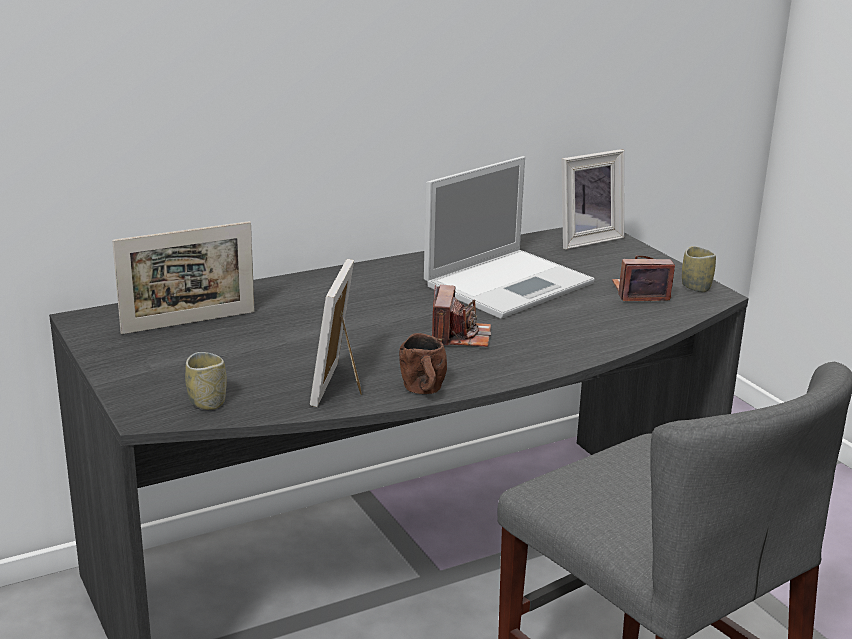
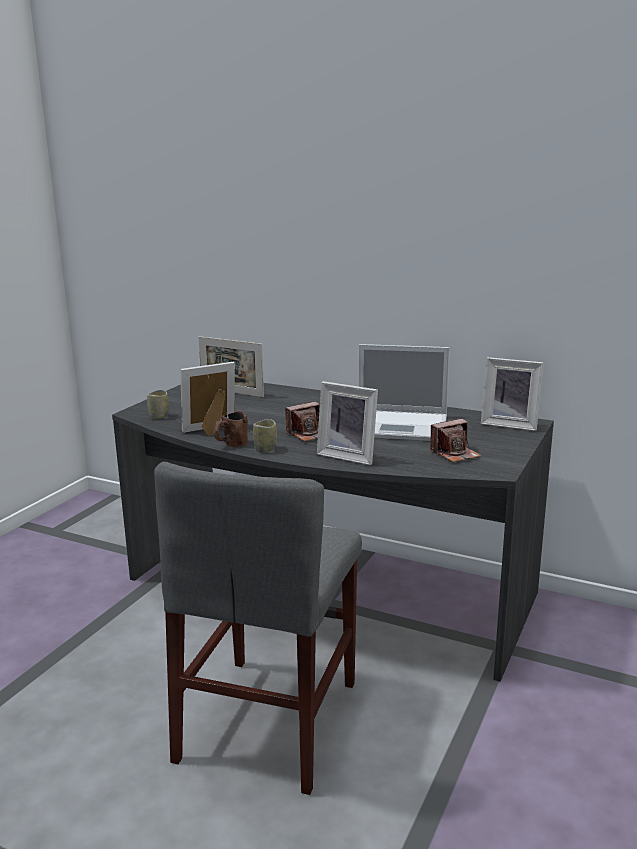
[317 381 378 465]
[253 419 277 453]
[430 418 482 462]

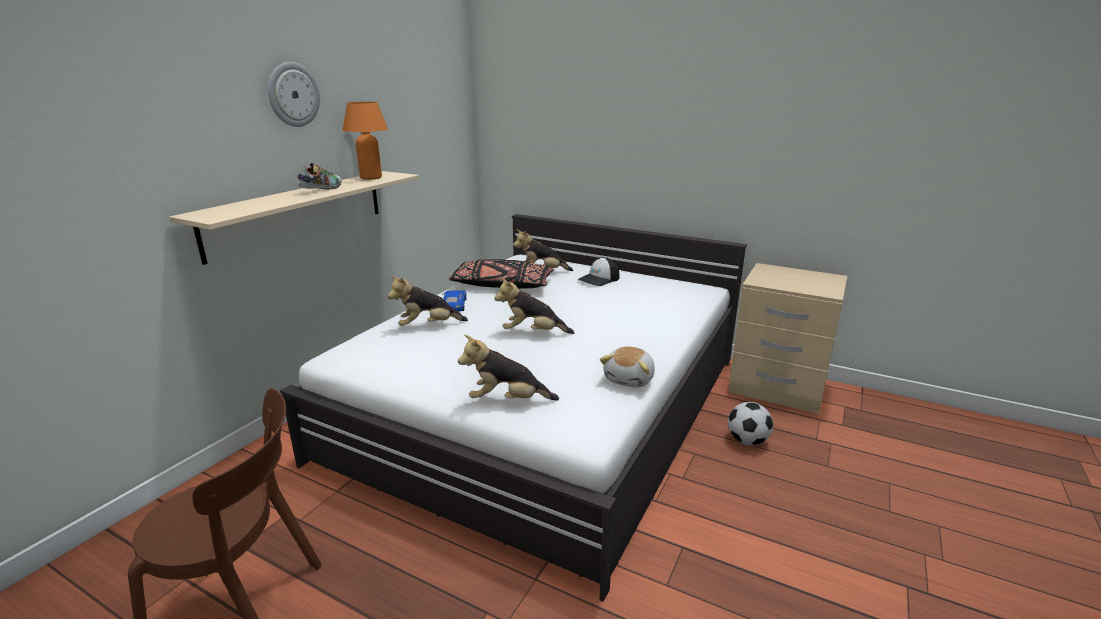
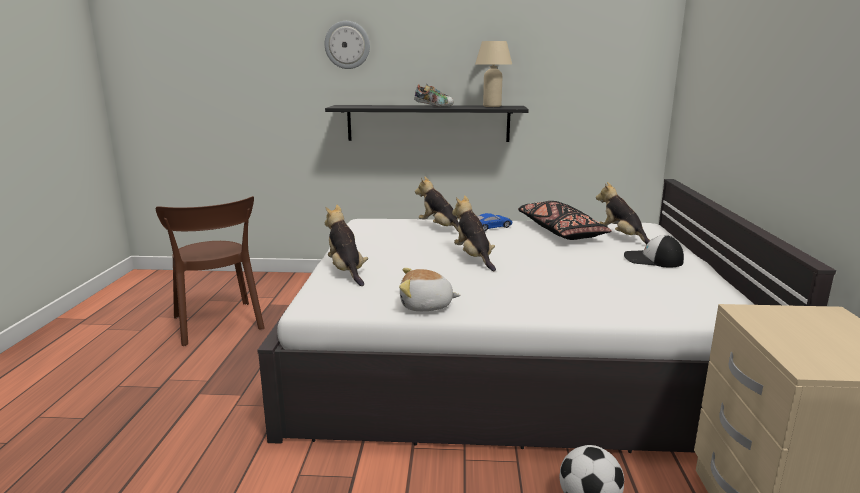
[325 21 370 69]
[325 105 529 142]
[475 41 512 107]

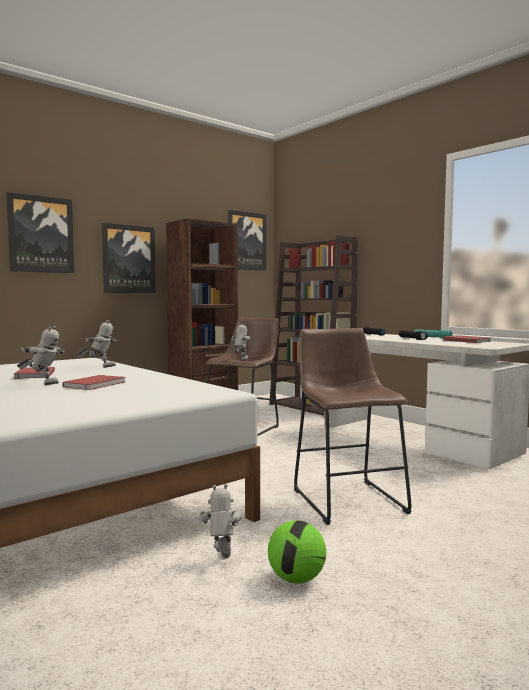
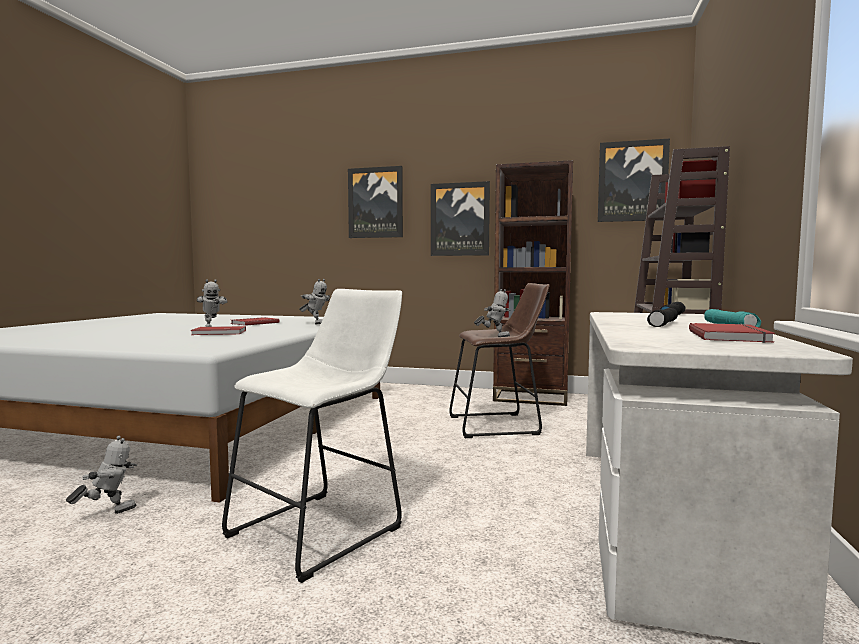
[268 520 326 584] (first image)
[222 289 402 583]

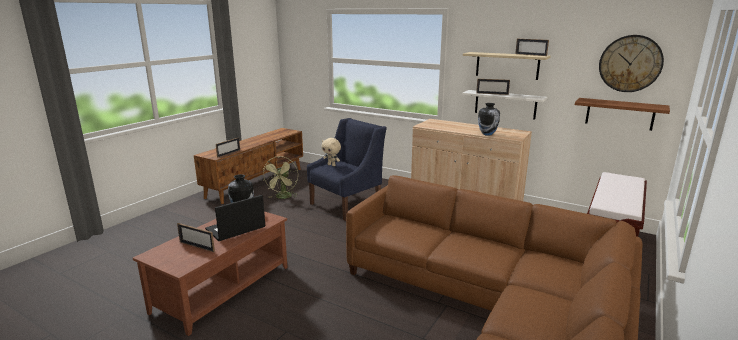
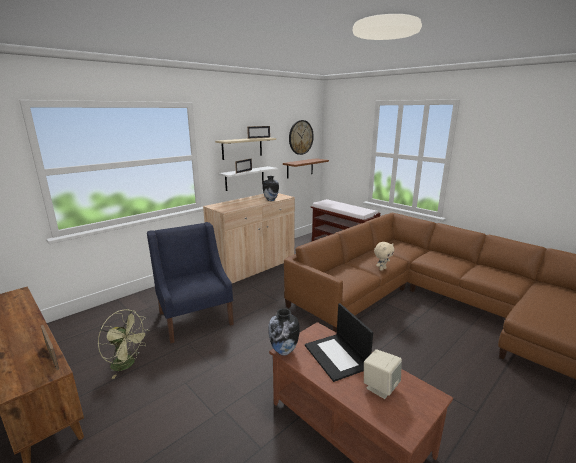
[374 242 394 271]
[364 349 402 399]

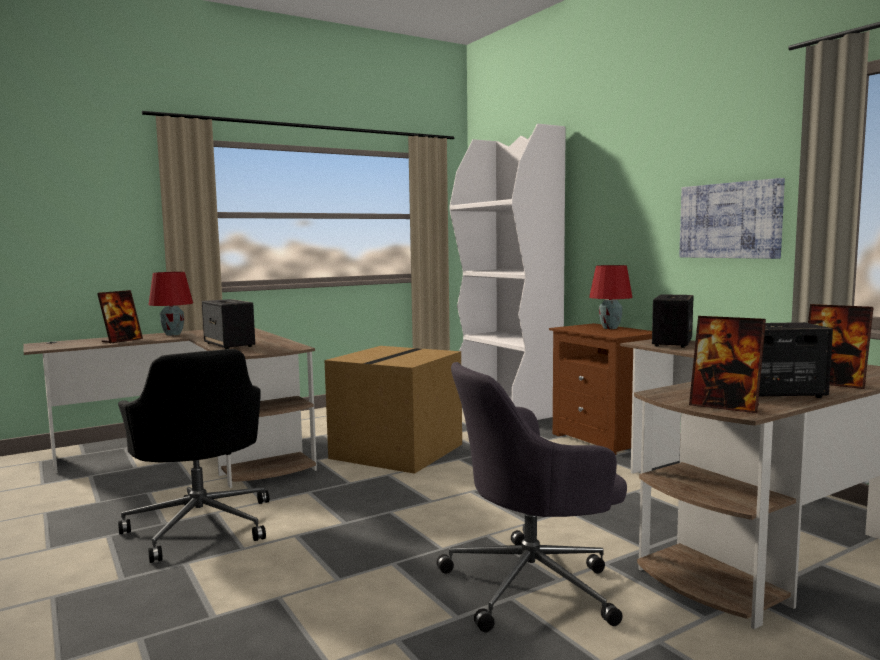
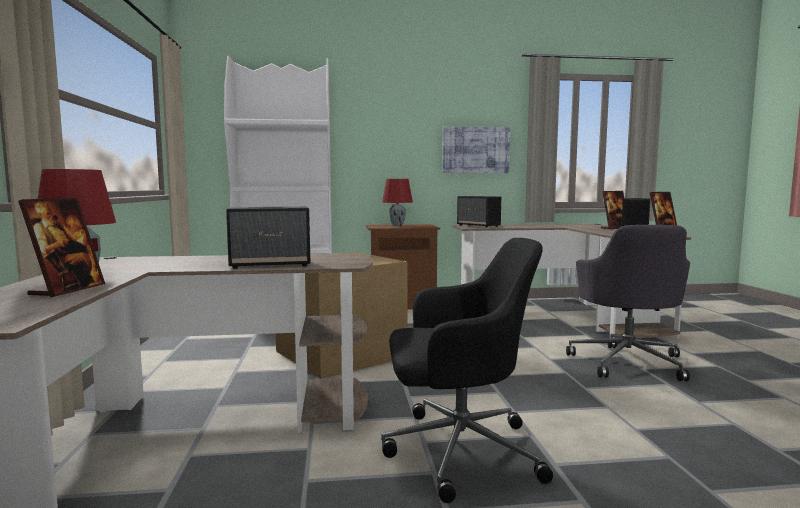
[18 198 105 298]

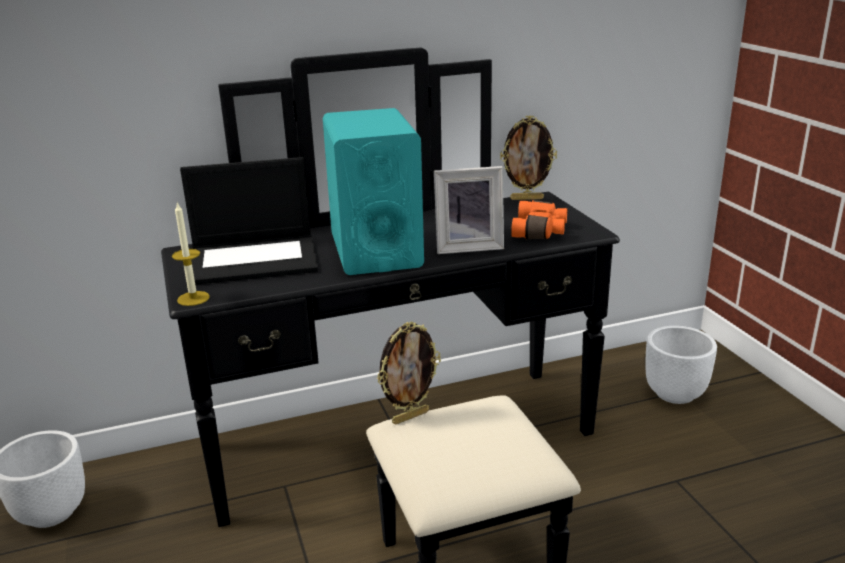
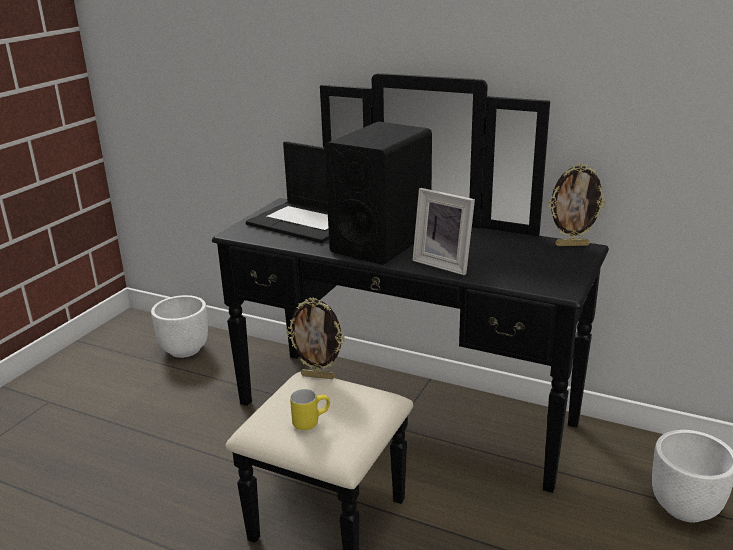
[172 202 210 306] (first image)
[511 200 567 239] (first image)
[290 389 330 430]
[324 121 432 265]
[548 163 606 246]

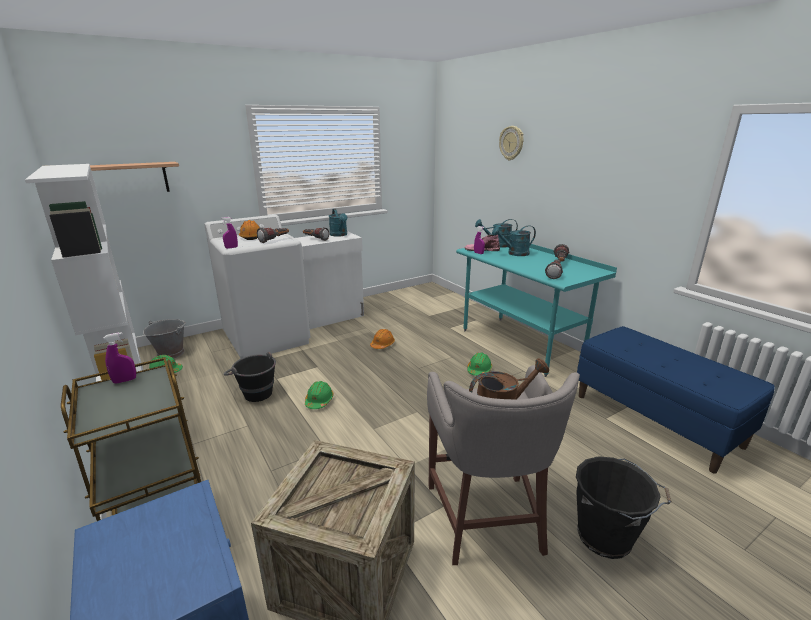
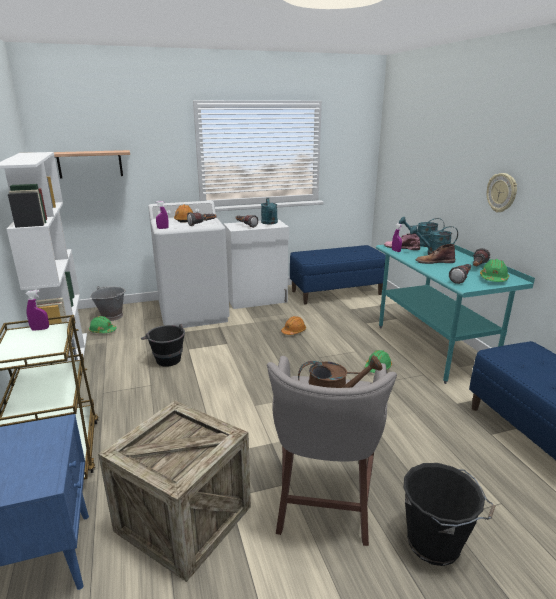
[290 245 386 305]
[416 244 455 264]
[480 259 509 282]
[487 173 517 213]

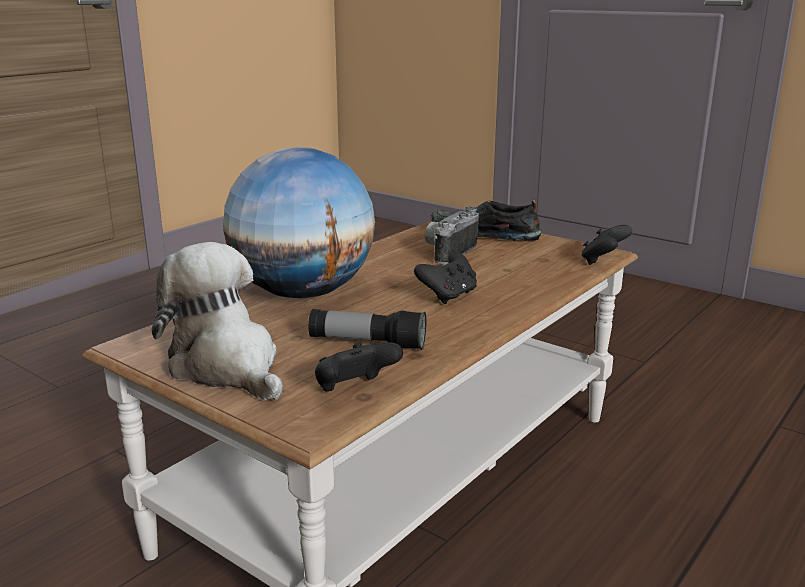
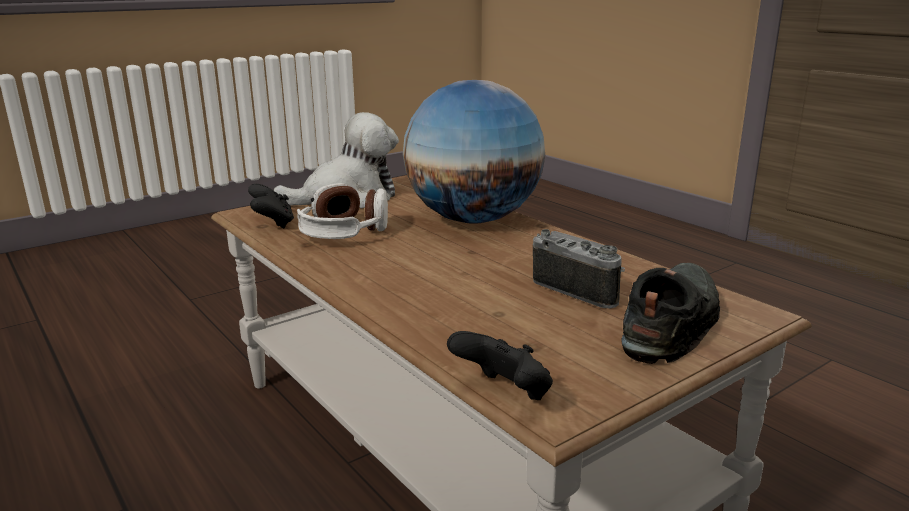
[414 251 477 304] (first image)
[297 183 388 239]

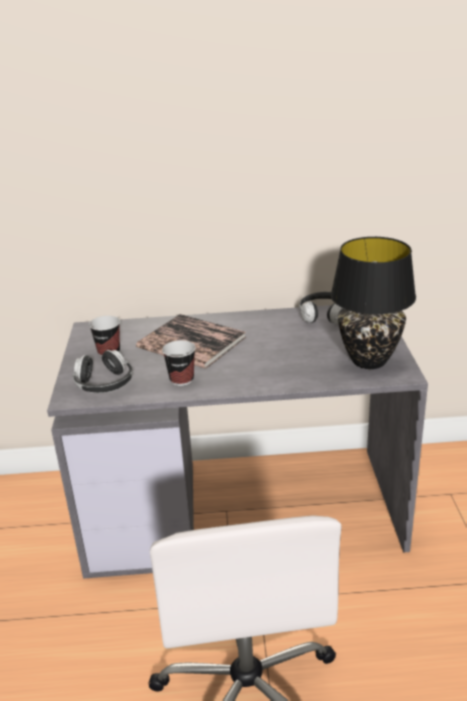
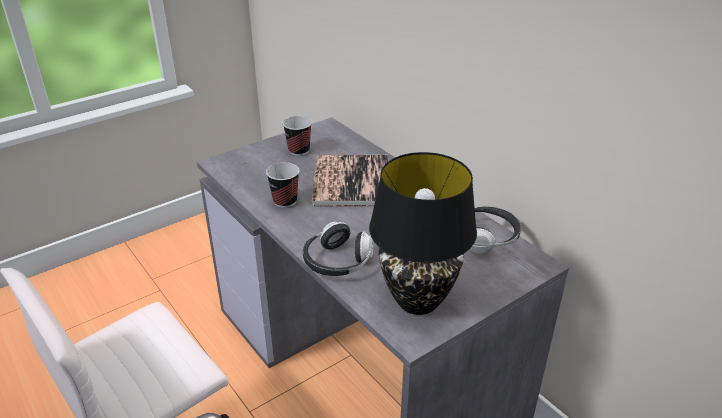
[303 222 373 276]

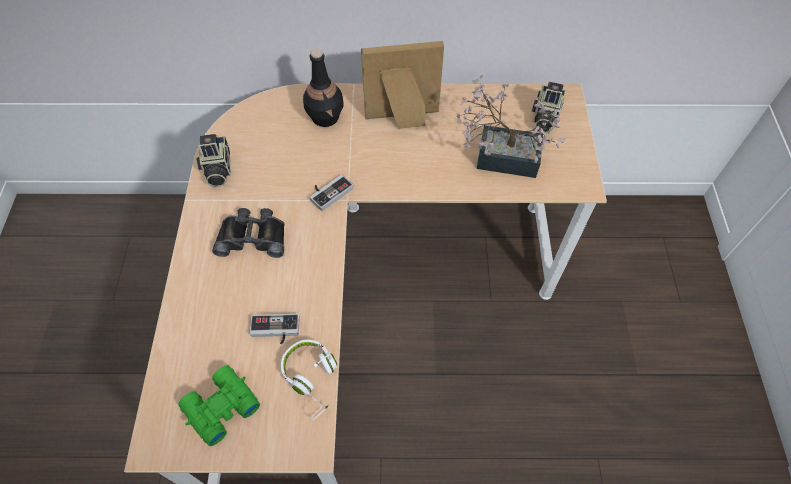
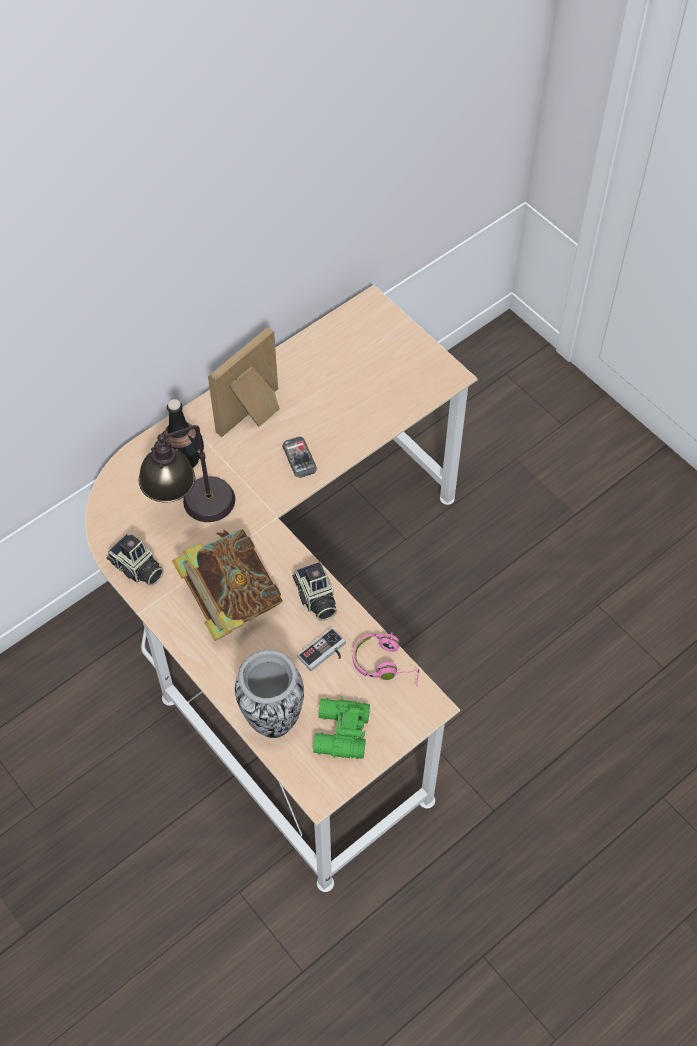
[310 174 354 211] (first image)
[457 75 565 178] (first image)
[139 425 235 522]
[235 650 304 738]
[282 437 317 478]
[292 562 337 621]
[172 529 283 641]
[353 632 419 687]

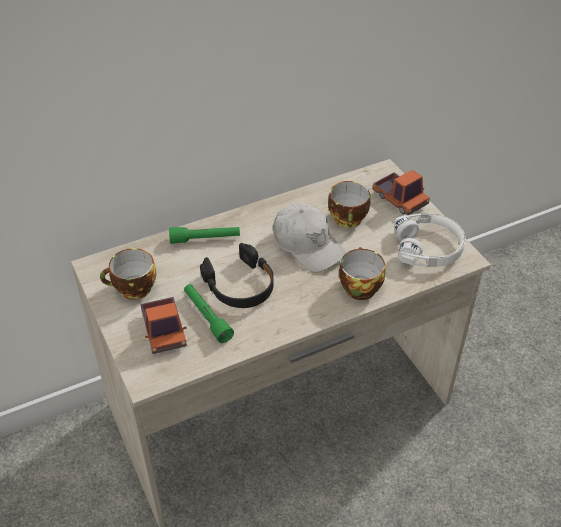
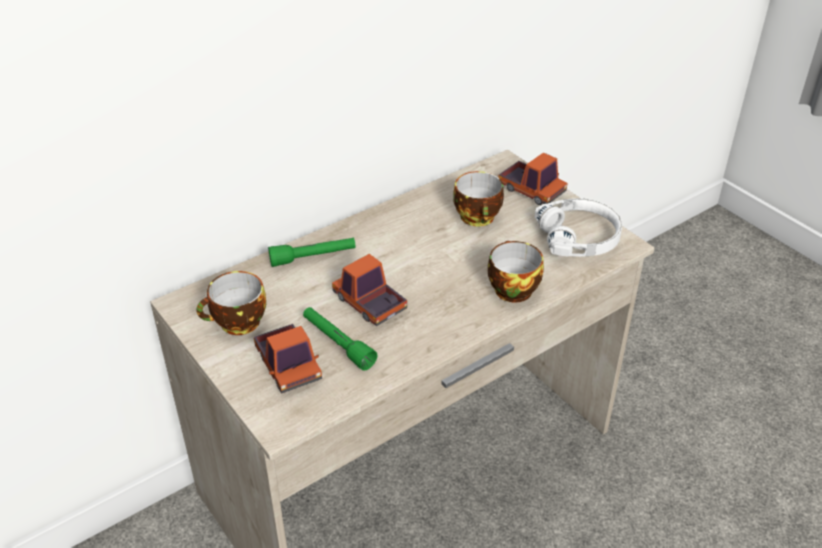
[273 204 346 273] (first image)
[332 254 407 326]

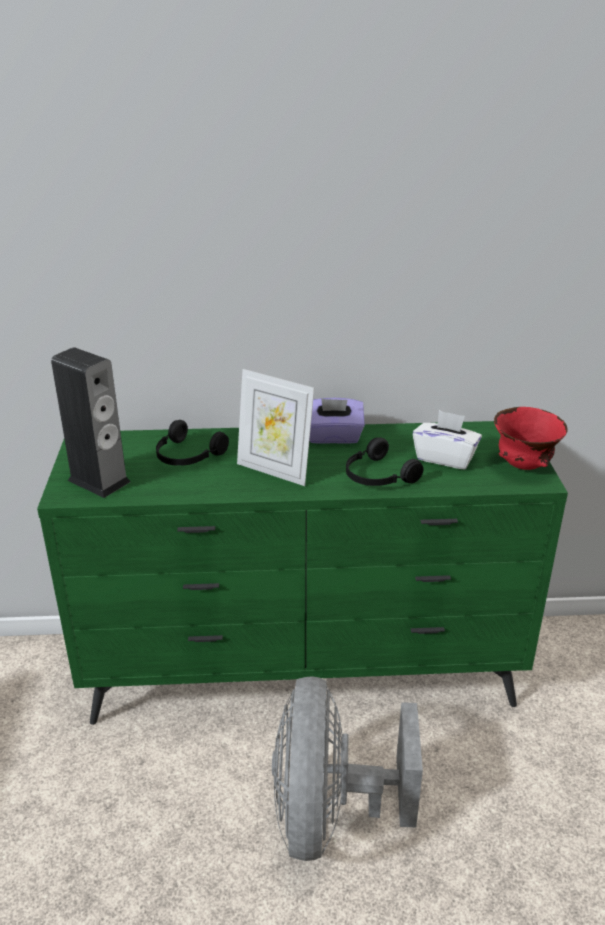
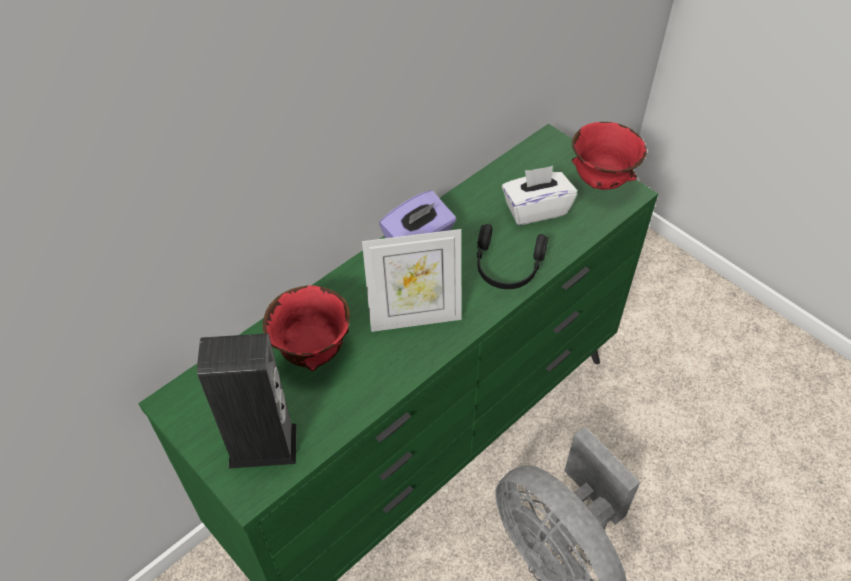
[263 285 350 371]

